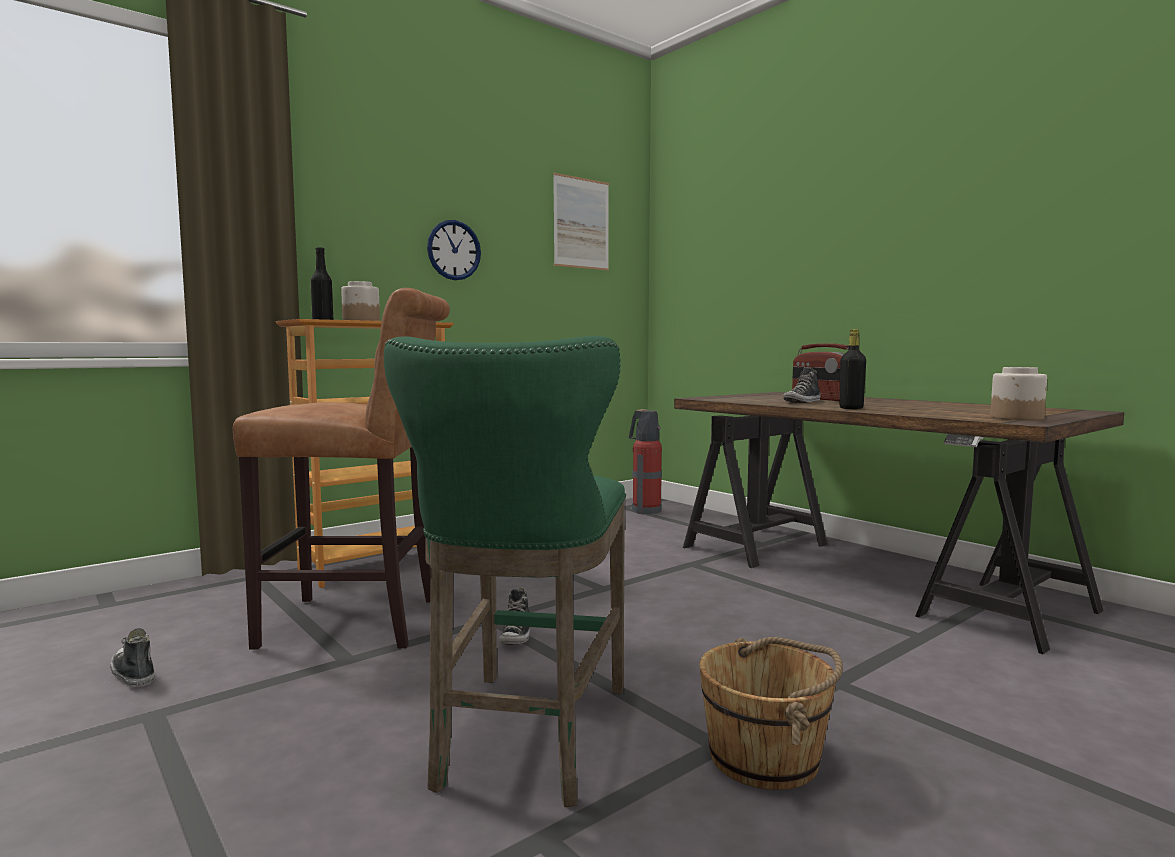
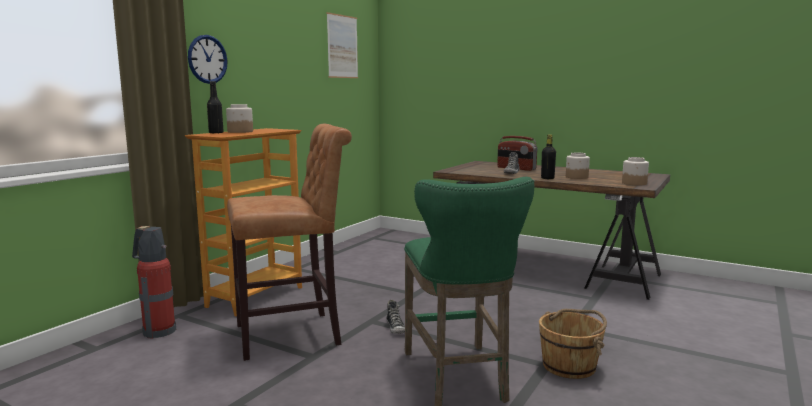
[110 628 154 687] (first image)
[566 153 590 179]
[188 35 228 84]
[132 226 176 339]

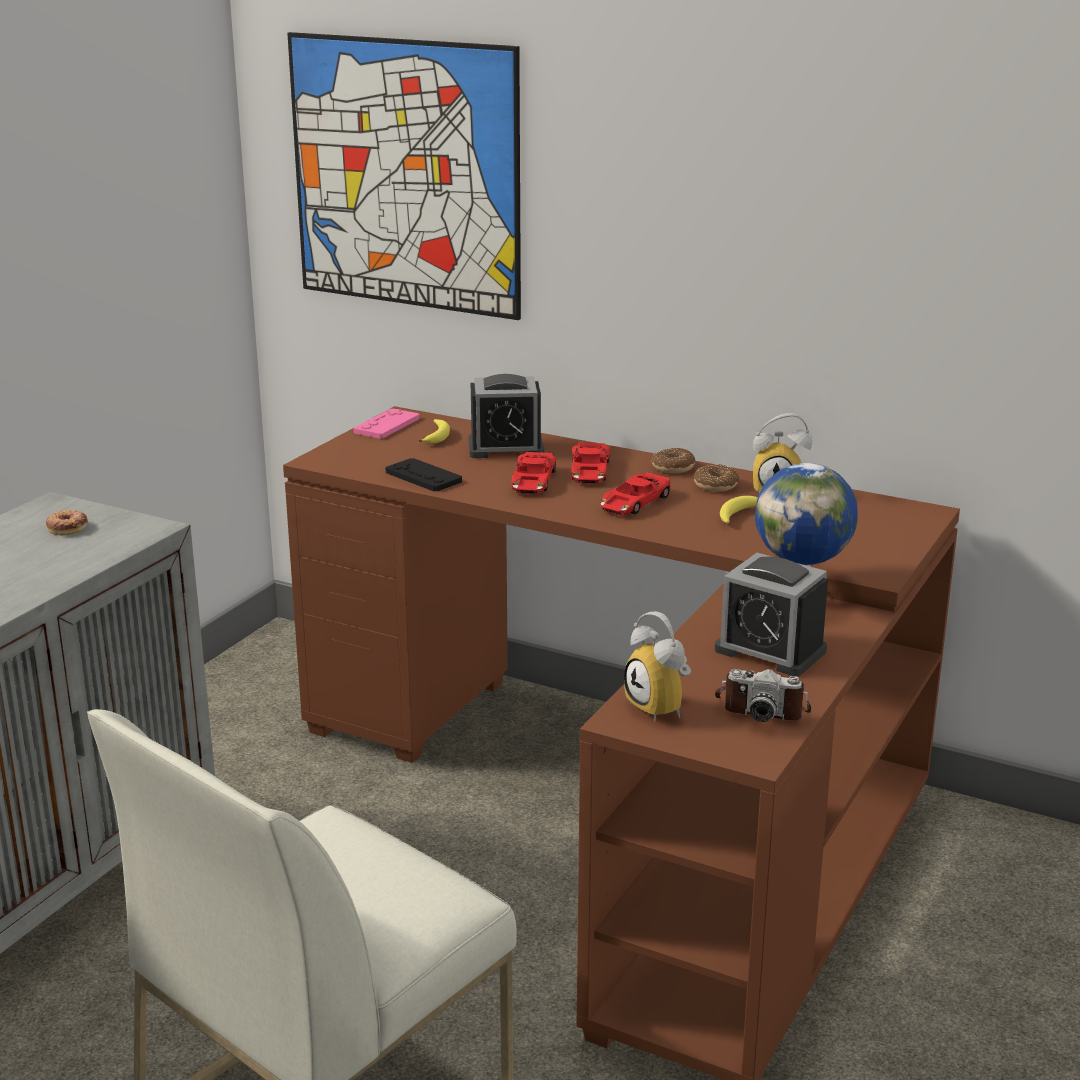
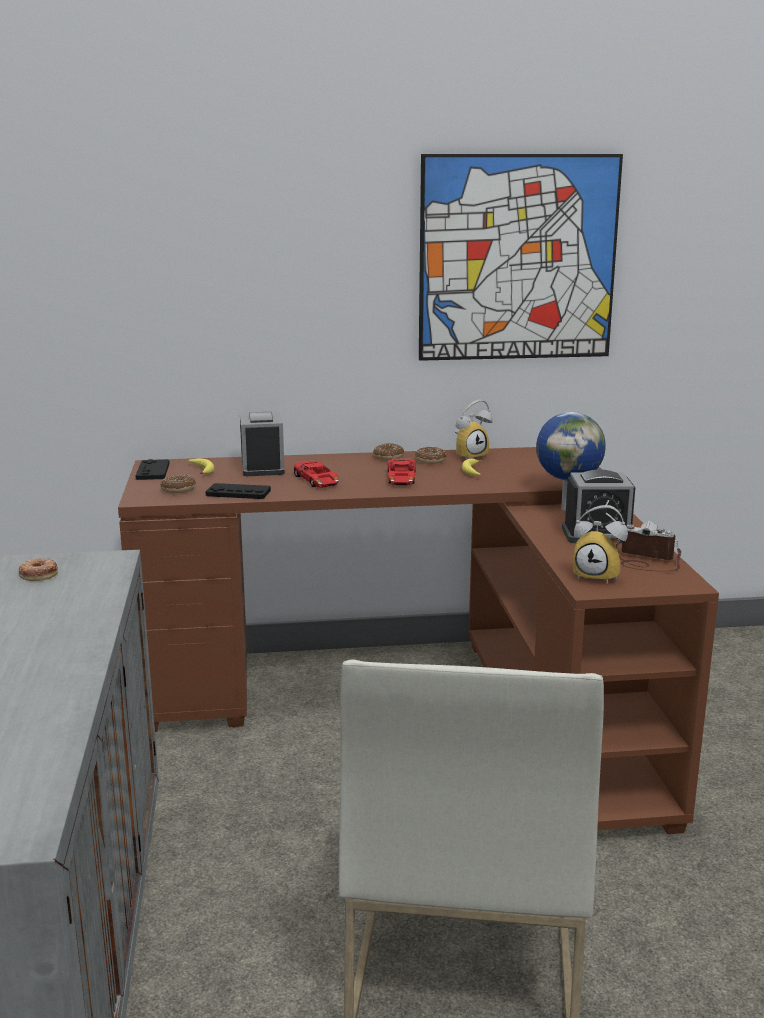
[571 443 610 484] (first image)
[160 475 196 493]
[419 154 623 361]
[135 459 170 480]
[240 412 285 476]
[616 521 681 572]

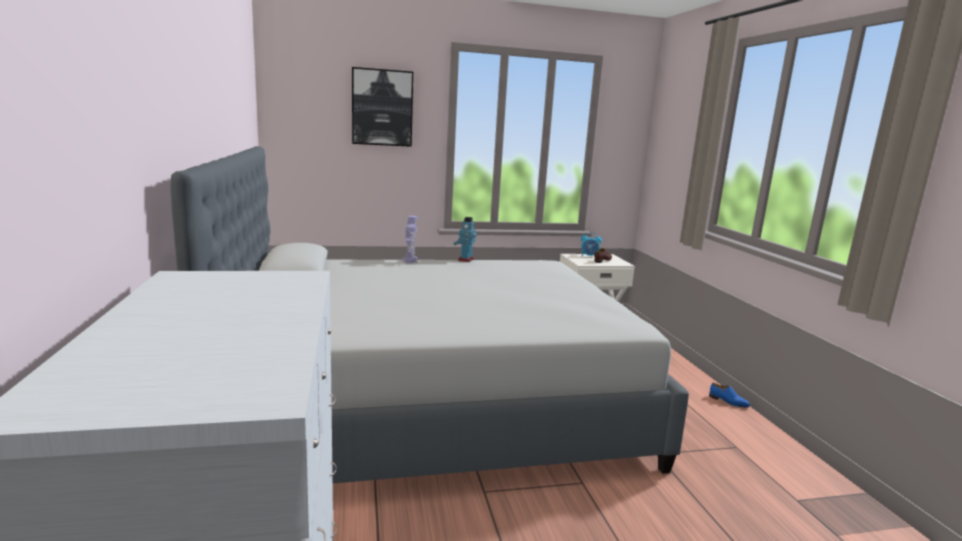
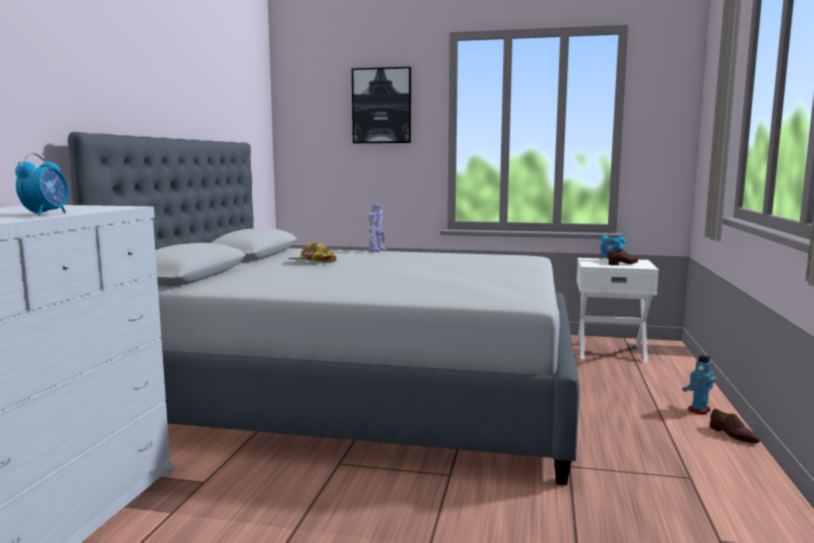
[15 153 69 216]
[288 242 336 262]
[682 355 716 415]
[710 409 760 443]

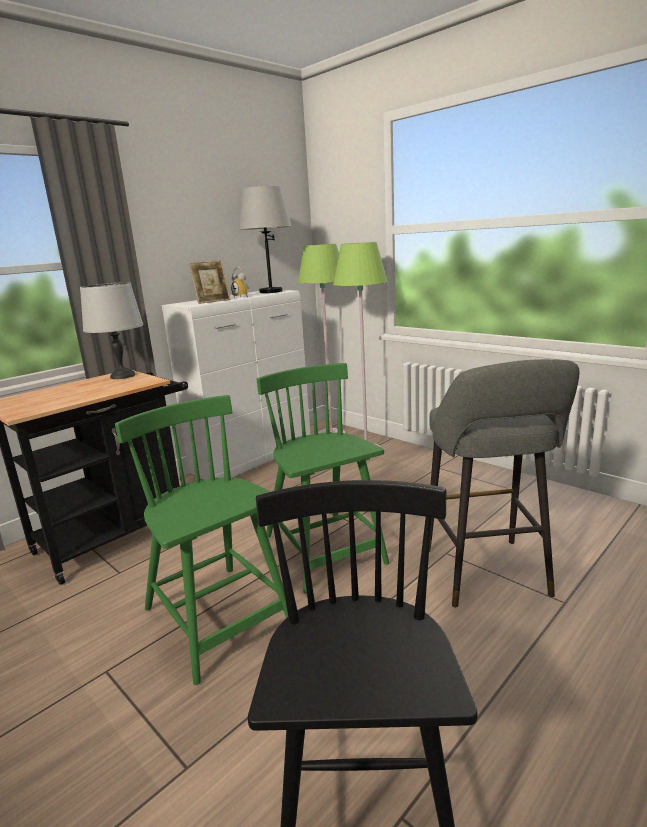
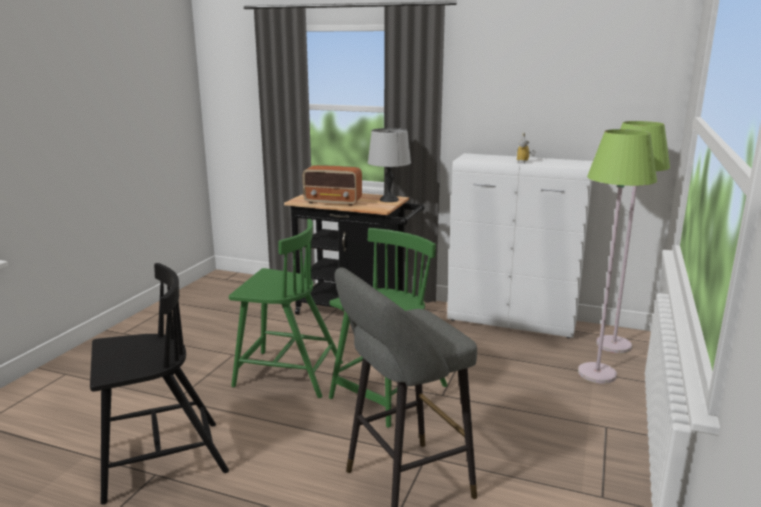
[189 260 231 304] (first image)
[239 186 291 293] (first image)
[303 165 362 206]
[229 219 343 398]

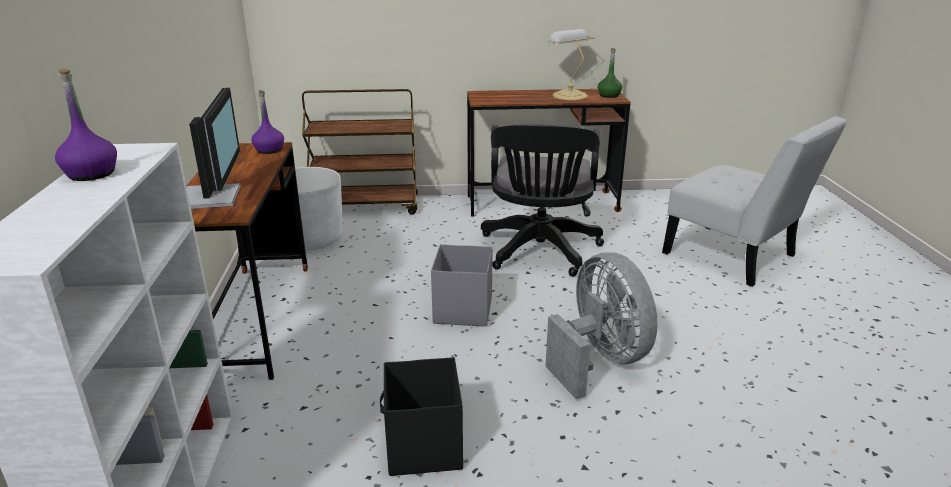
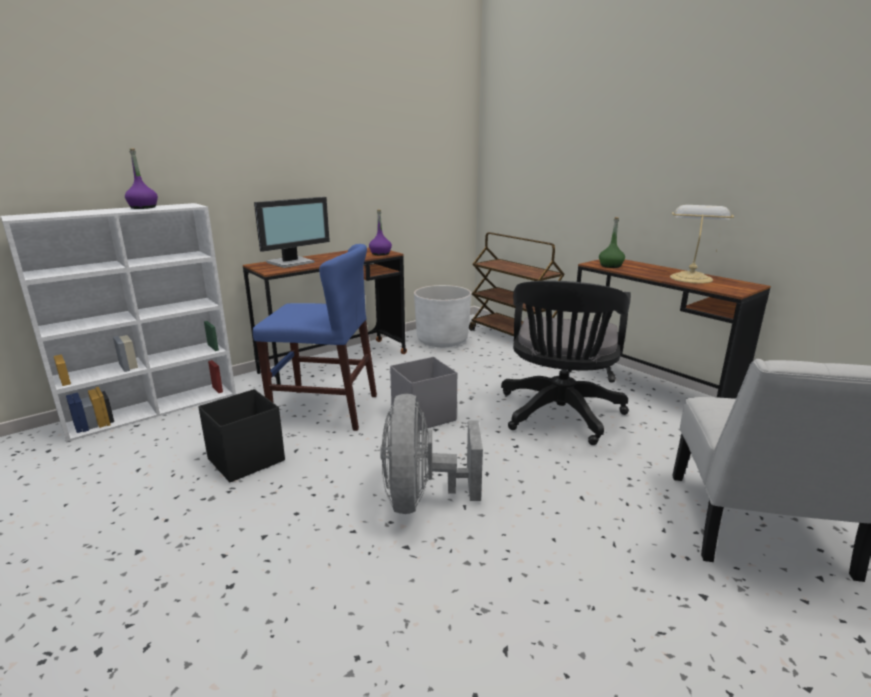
[253 244 377 431]
[599 217 625 268]
[501 281 631 445]
[380 394 483 514]

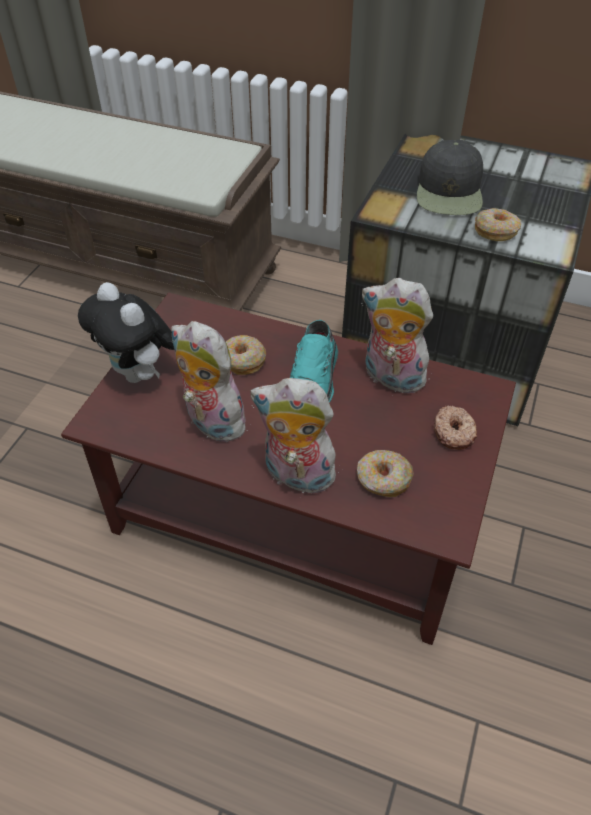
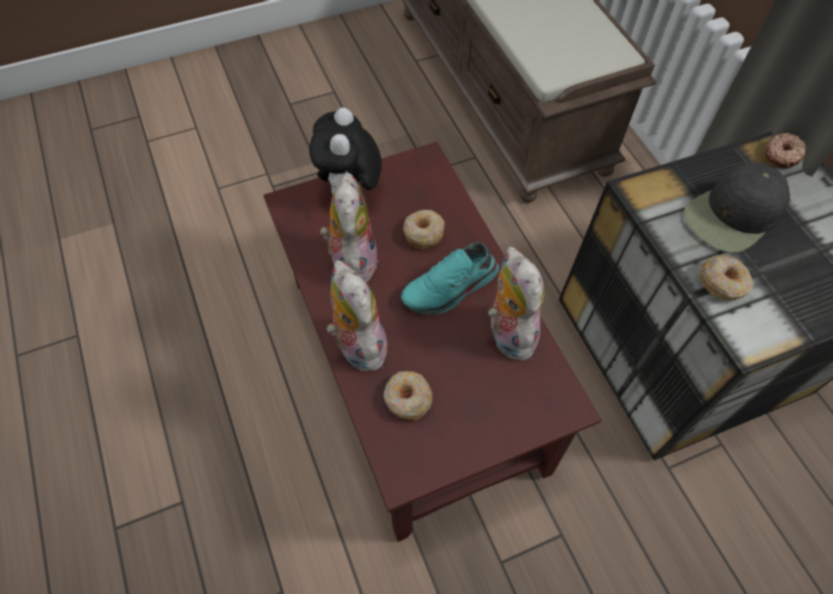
[765 133 805 168]

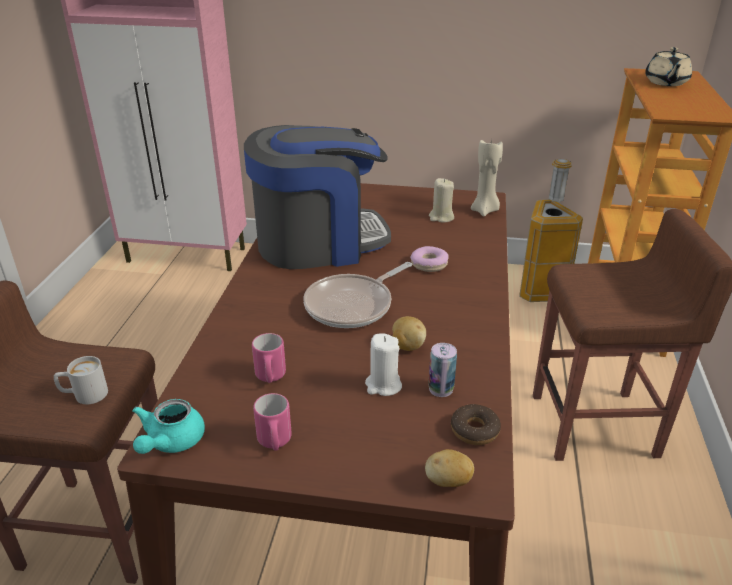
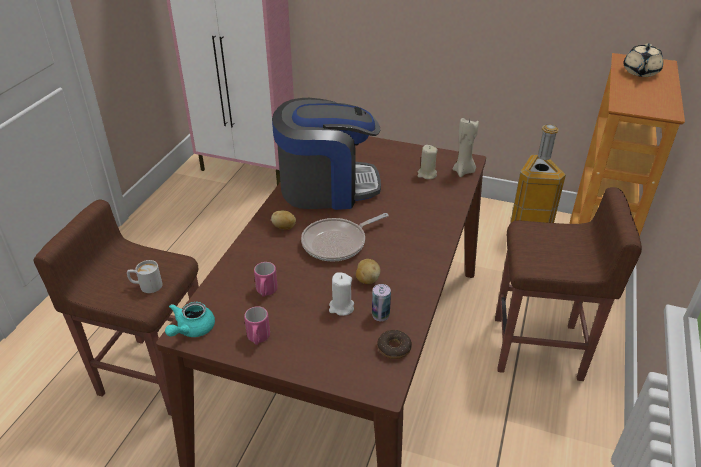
[410 246 449 272] (first image)
[271 210 296 230]

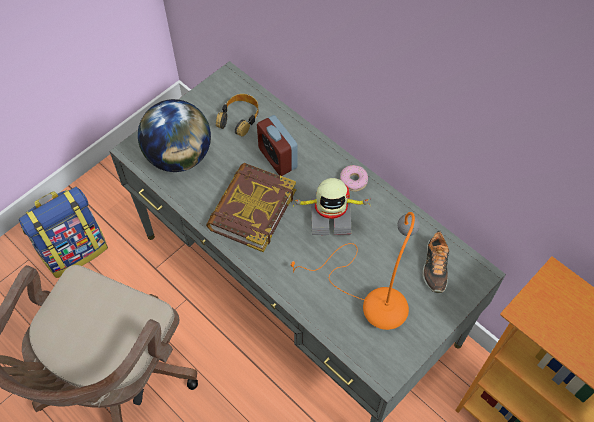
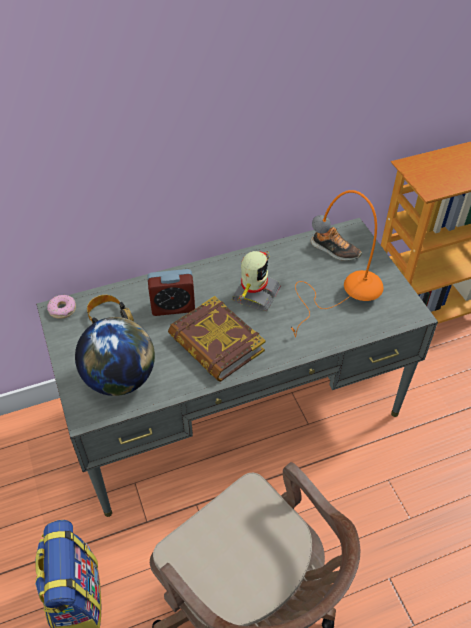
[47 295 76 319]

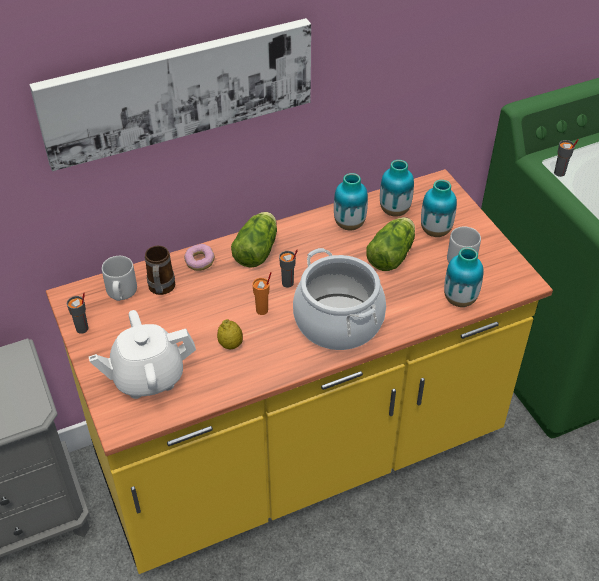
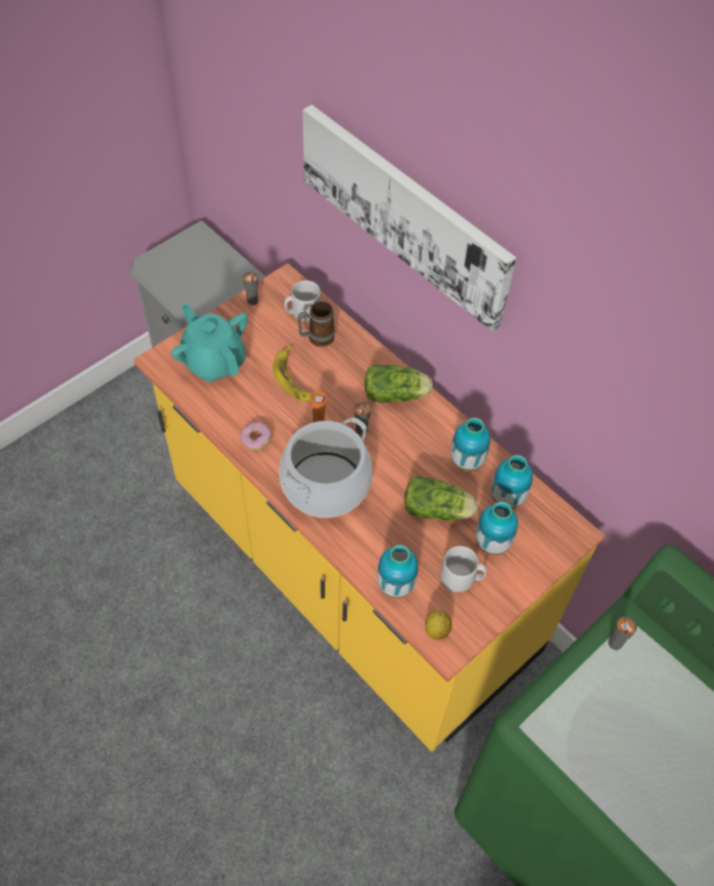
[273 346 311 402]
[240 422 272 451]
[425 610 452 640]
[171 303 248 382]

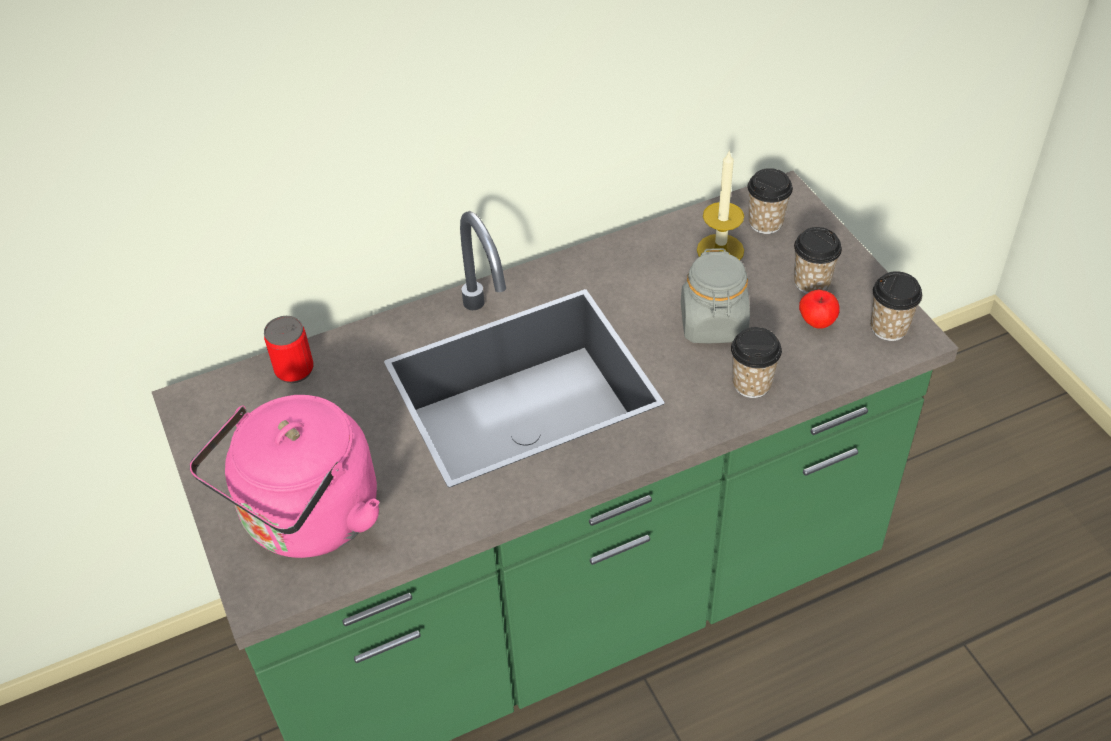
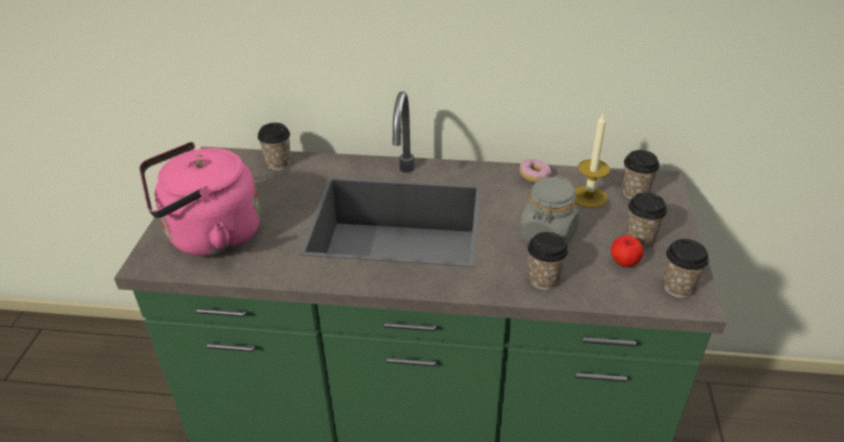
[519 159 551 182]
[258 123 291 170]

